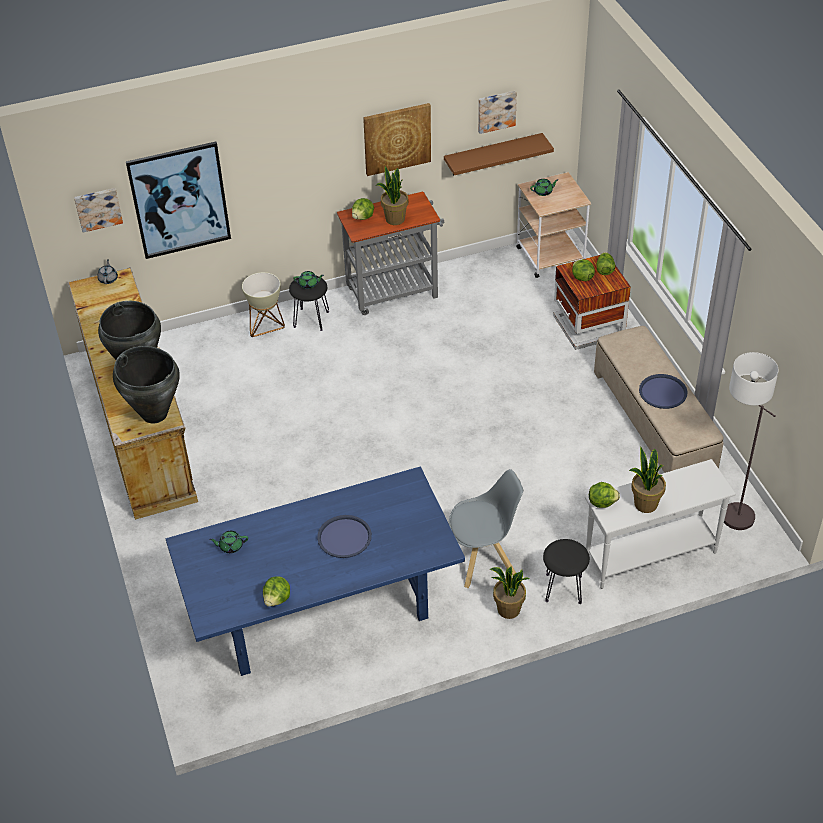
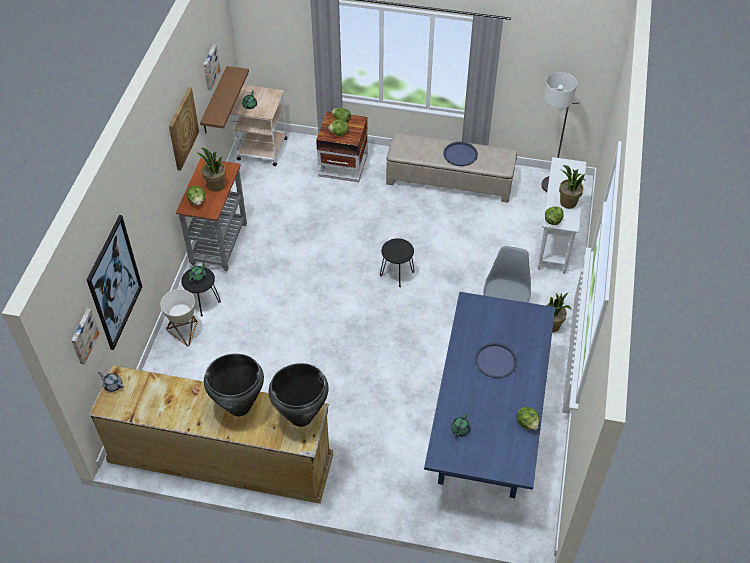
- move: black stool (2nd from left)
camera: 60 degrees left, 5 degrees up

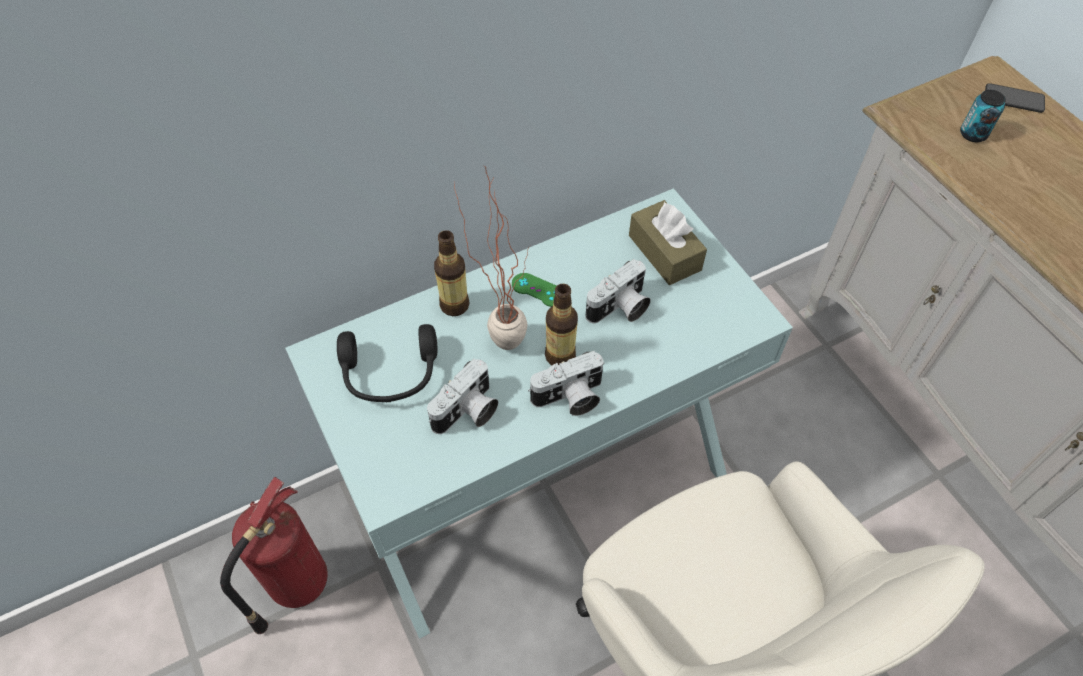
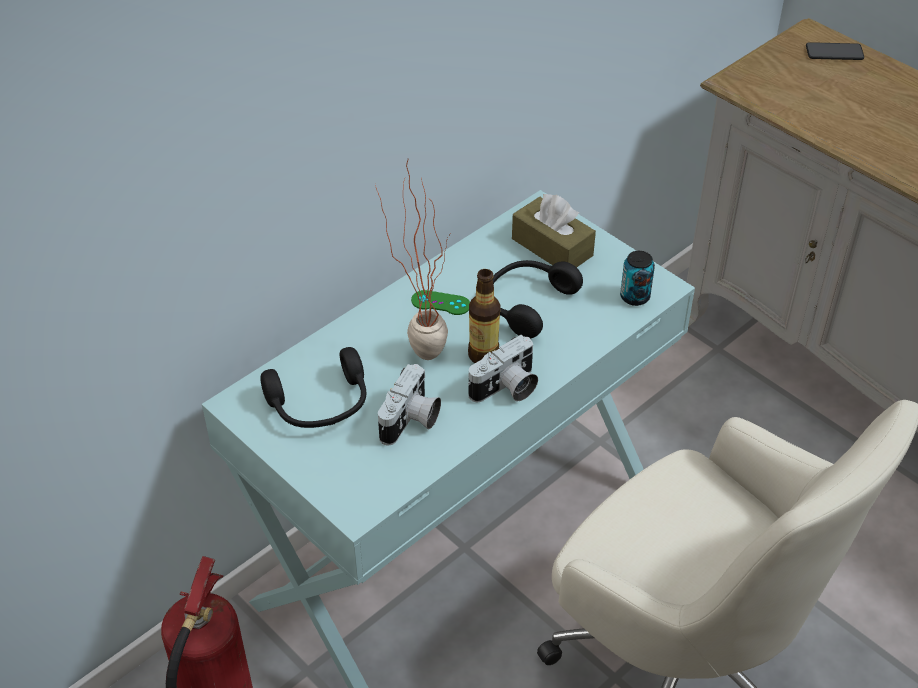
- move: can
- delete: bottle (1st from left)
- replace: photo camera (3rd from left) to black headphones (2nd from left)
camera: 15 degrees left, 10 degrees down

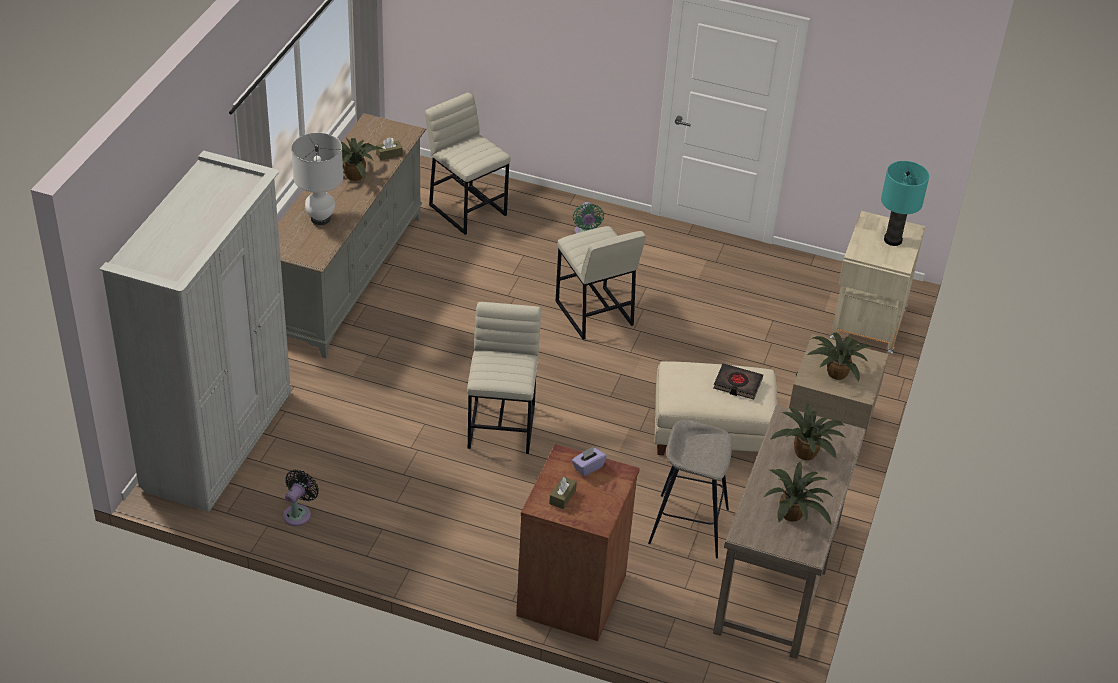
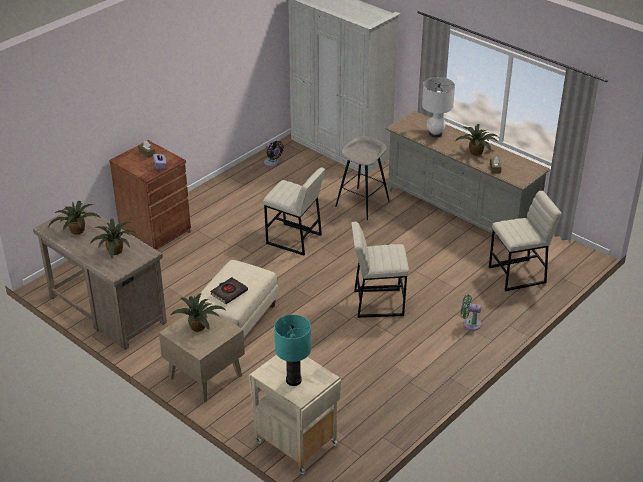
- move: grey stool
camera: 115 degrees right, 5 degrees down

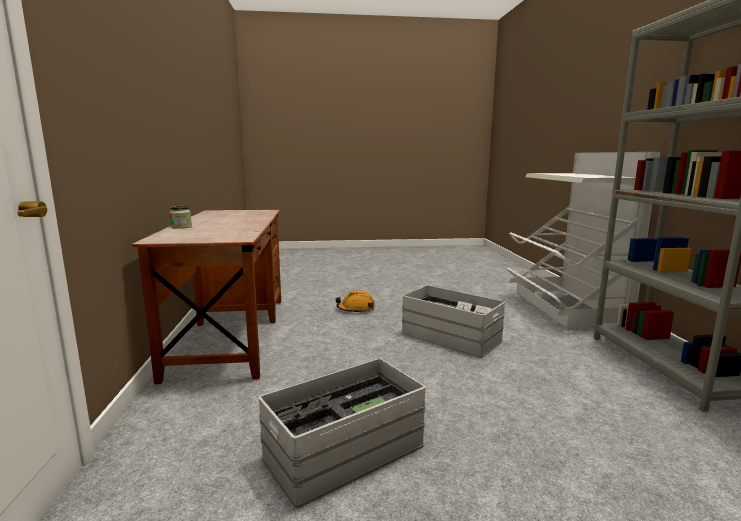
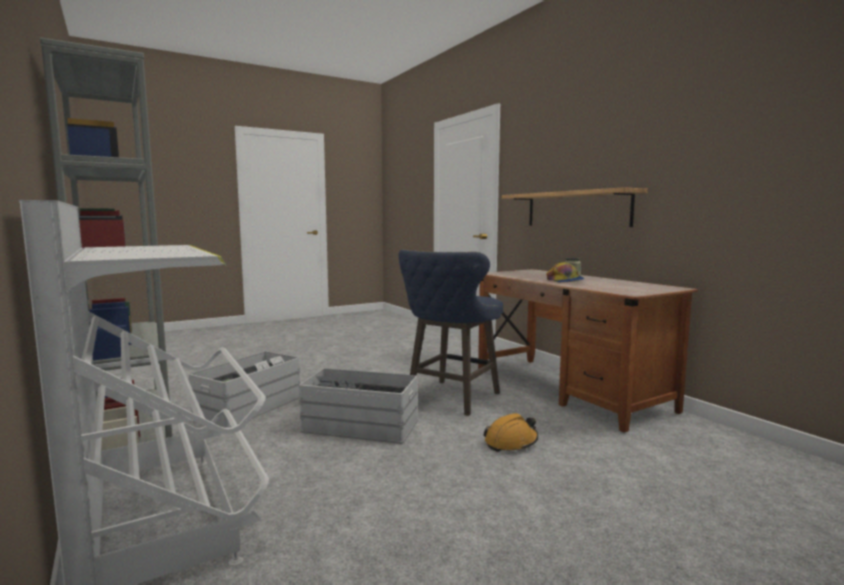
- move: grey storage box (1st from left)
- insert: shelf
- insert: blue stool
- insert: cap
camera: 155 degrees right, 5 degrees down

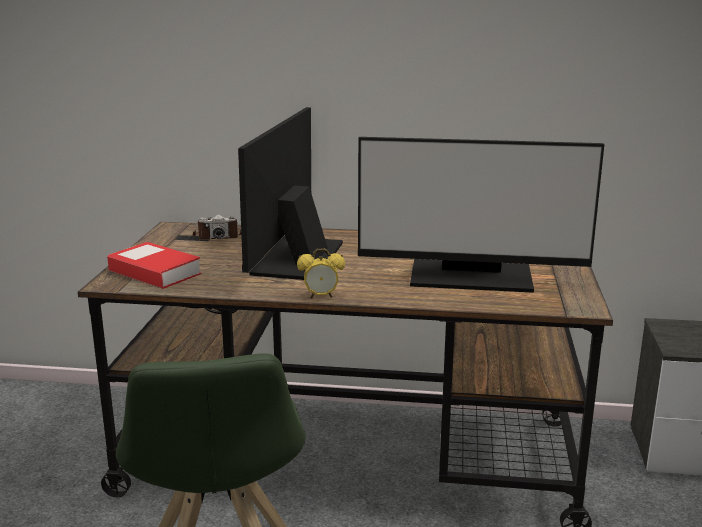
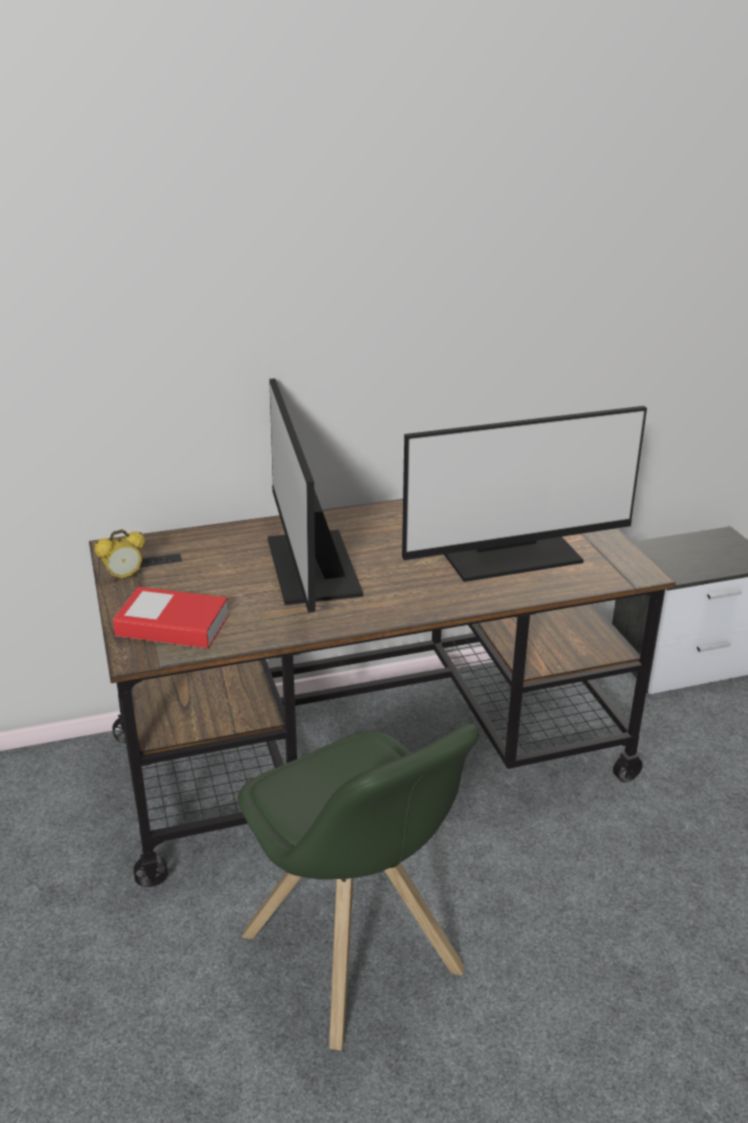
- delete: photo camera
- move: alarm clock
camera: 25 degrees left, 10 degrees up

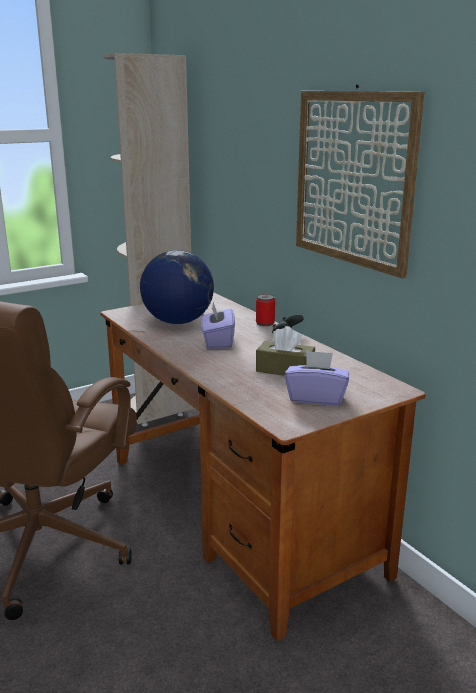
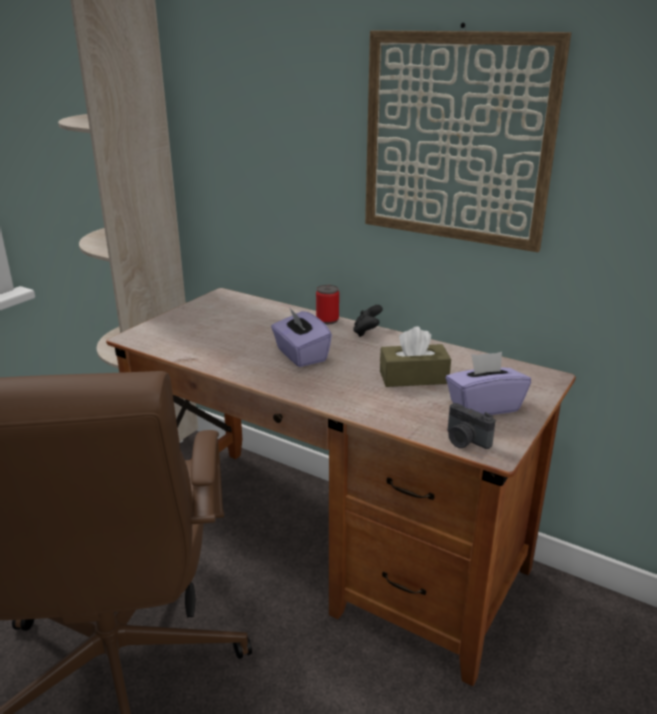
- delete: globe
- insert: photo camera
camera: 25 degrees left, 5 degrees up

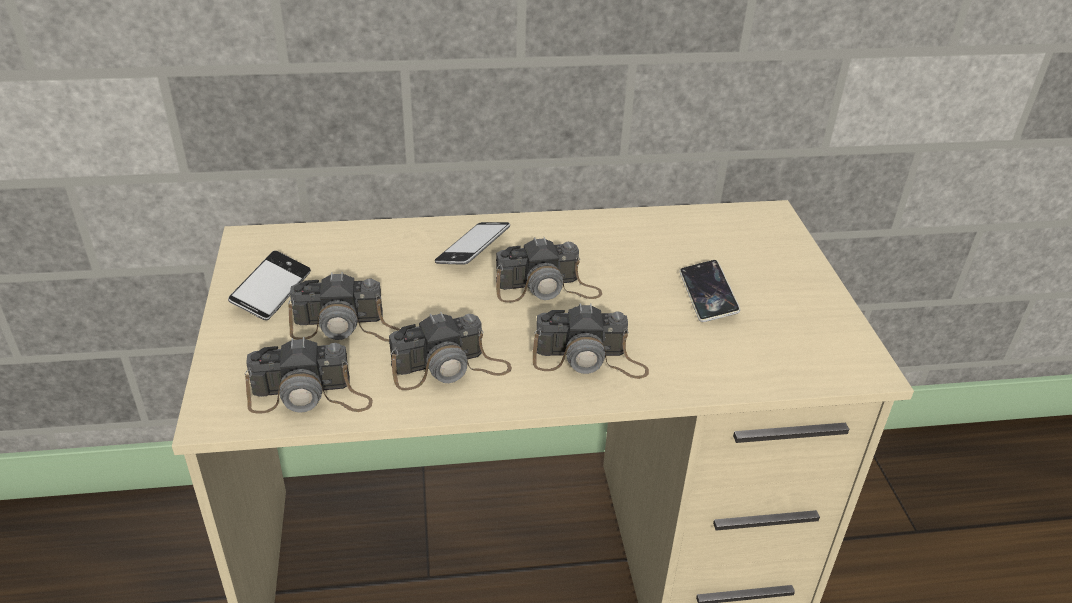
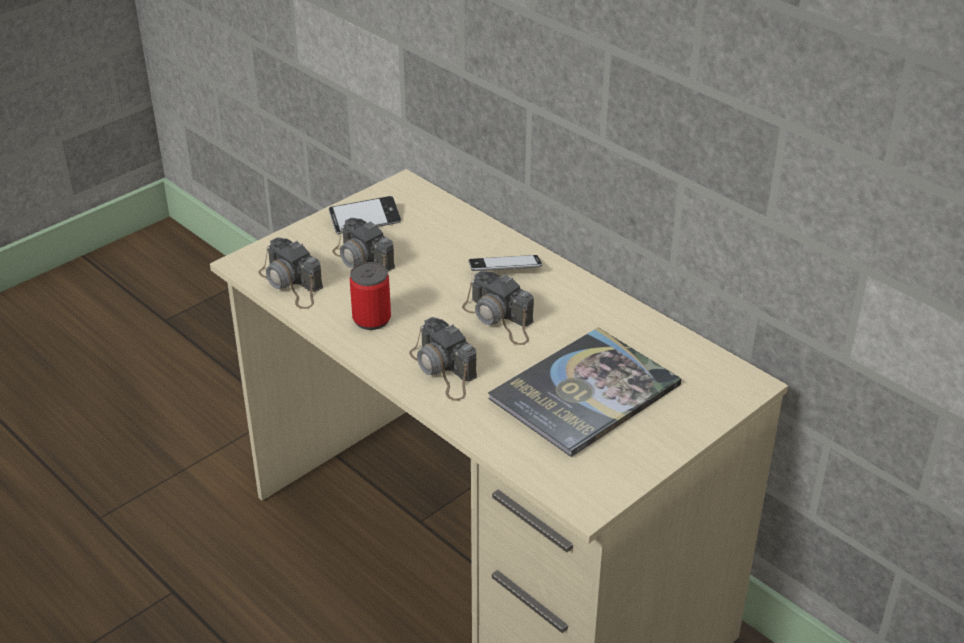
- replace: phone (3rd from left) to book
- replace: photo camera (3rd from left) to can
camera: 55 degrees right, 0 degrees up

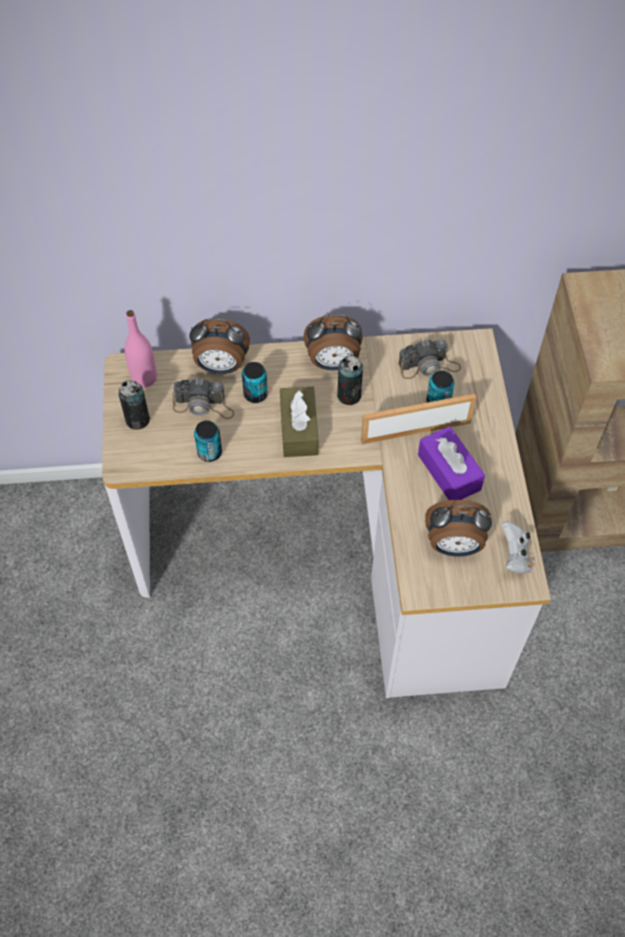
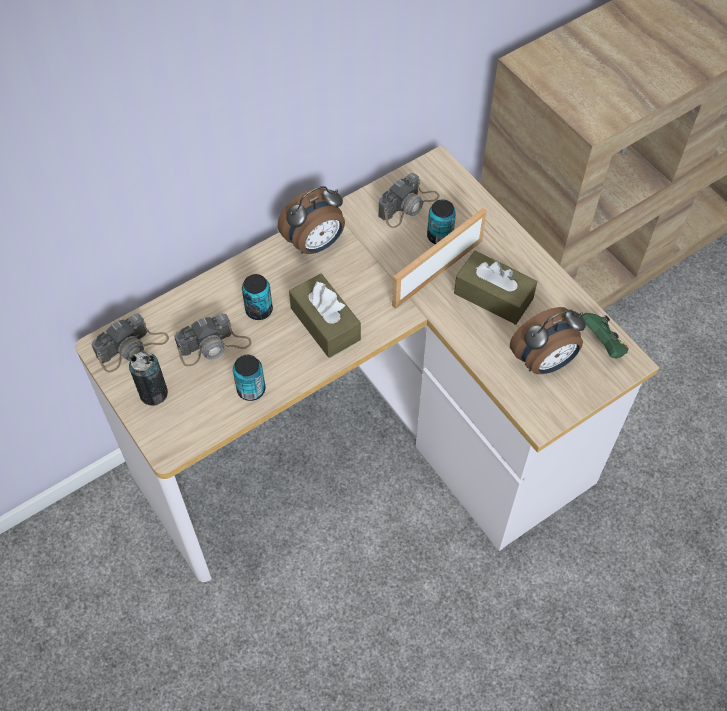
- replace: pink bottle to photo camera (1st from left)
- delete: alarm clock (1st from left)
- delete: can (4th from left)
- recolor: purple tissue box to brown tissue box (2nd from left)
- recolor: white game controller to green game controller
camera: 30 degrees left, 0 degrees up

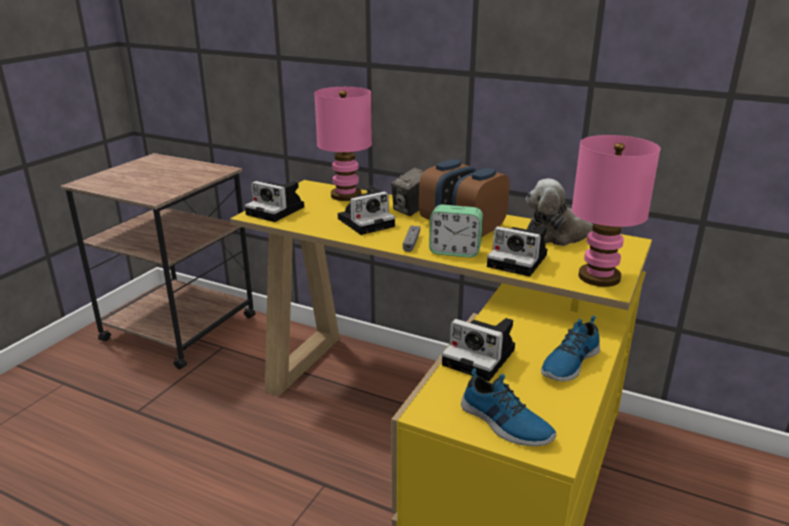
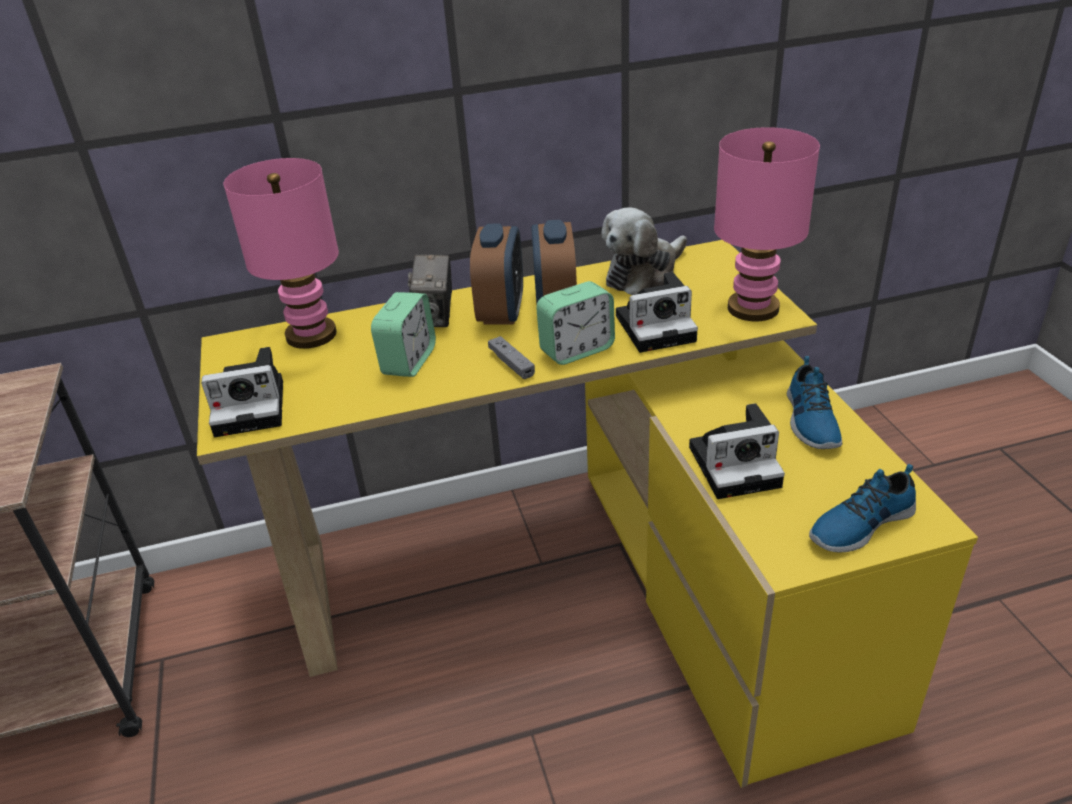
- replace: photo camera (2nd from left) to alarm clock (1st from left)
- rotate: shoe (1st from left in the first image) 150 degrees clockwise
camera: 40 degrees left, 10 degrees up

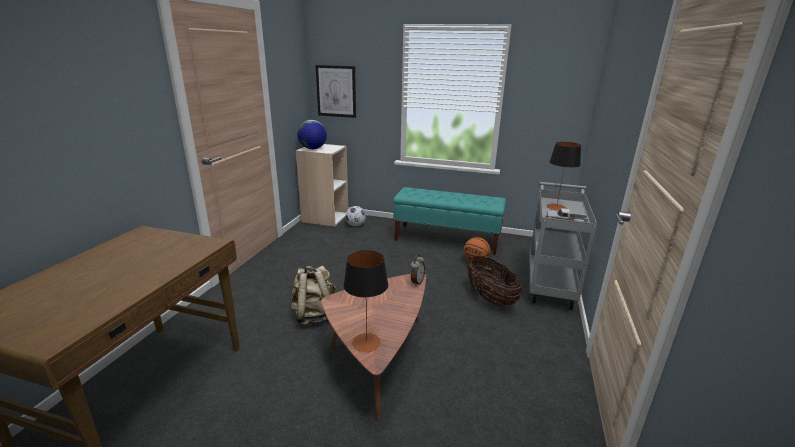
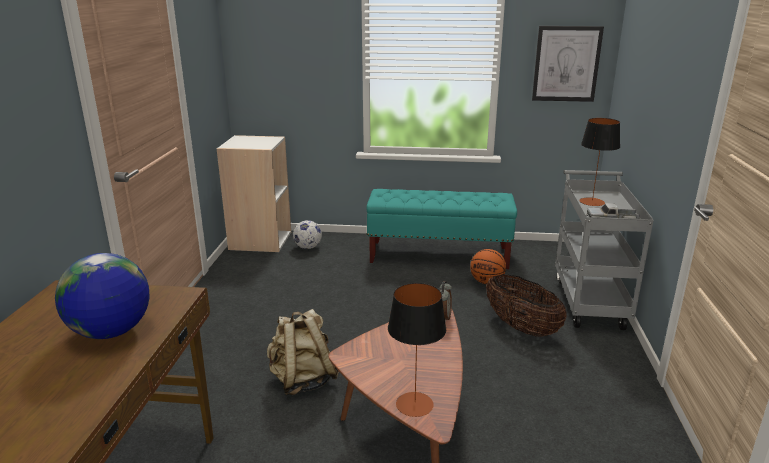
- move: picture
- move: globe
camera: 10 degrees left, 0 degrees up

